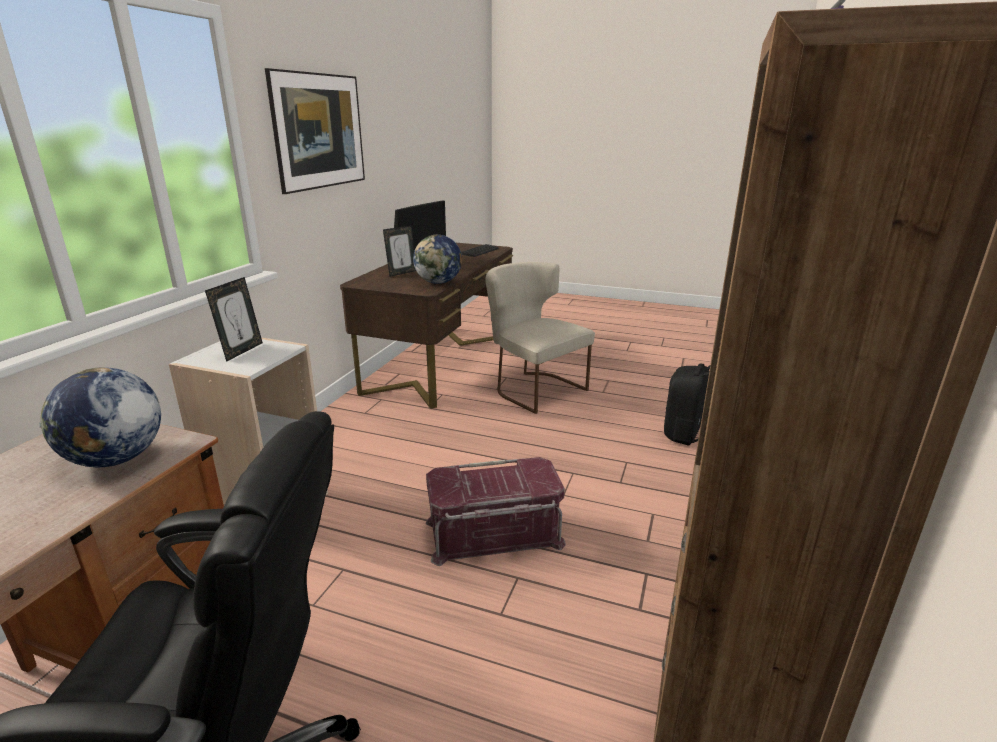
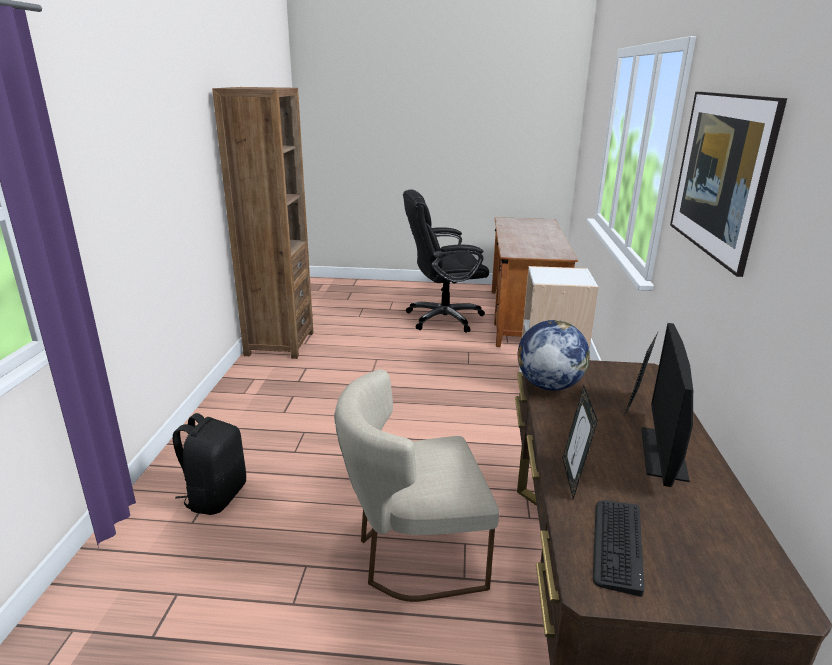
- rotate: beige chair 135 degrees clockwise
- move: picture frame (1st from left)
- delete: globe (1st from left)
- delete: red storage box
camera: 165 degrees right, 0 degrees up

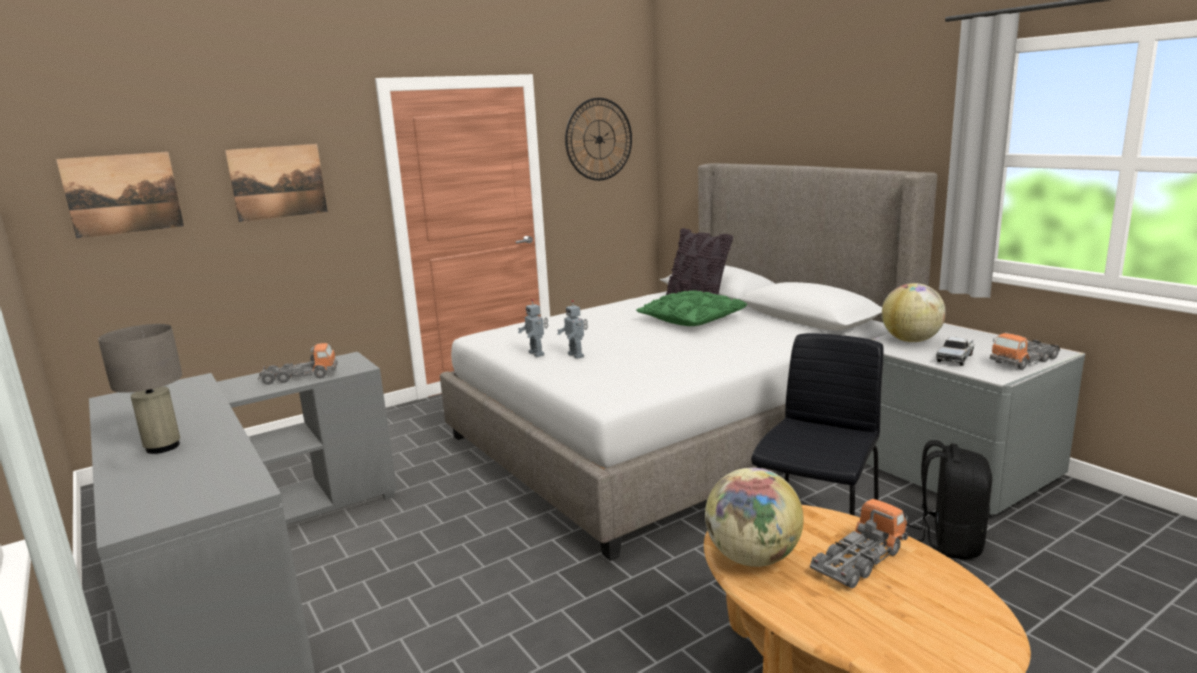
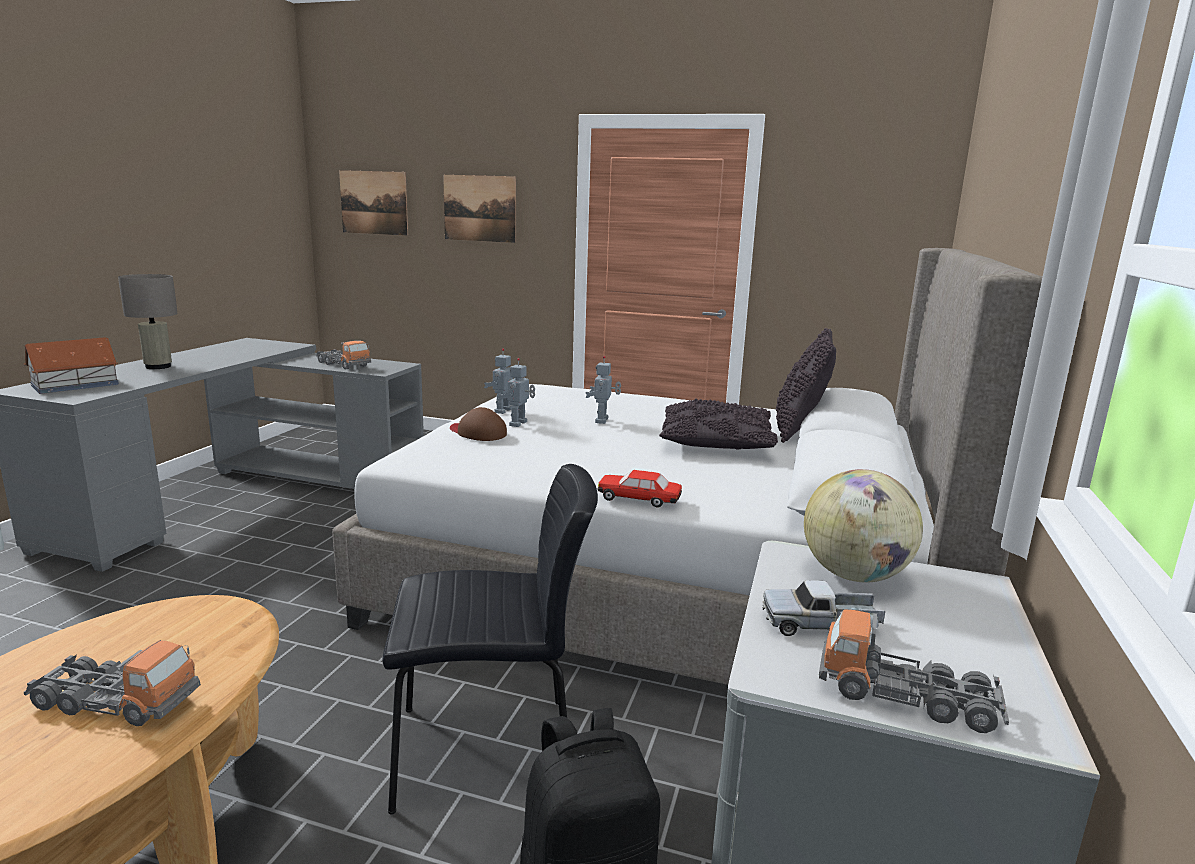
- delete: wall clock
- recolor: green pillow to black pillow (1st from left)
- delete: globe (1st from left)
- insert: toy house
- insert: toy robot (3rd from left)
- insert: brown cap
- insert: toy car
camera: 50 degrees right, 0 degrees up

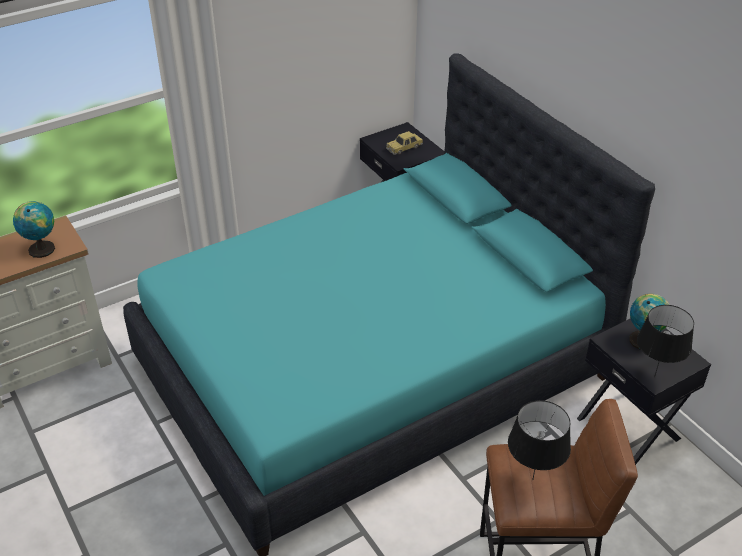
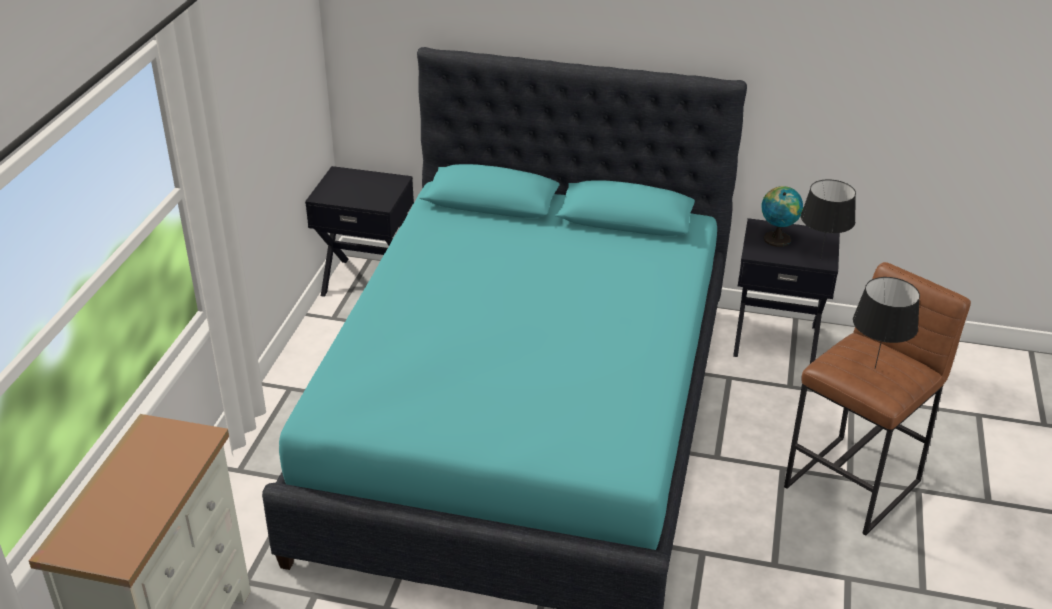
- delete: toy car
- delete: globe (1st from left)
camera: 45 degrees left, 5 degrees down

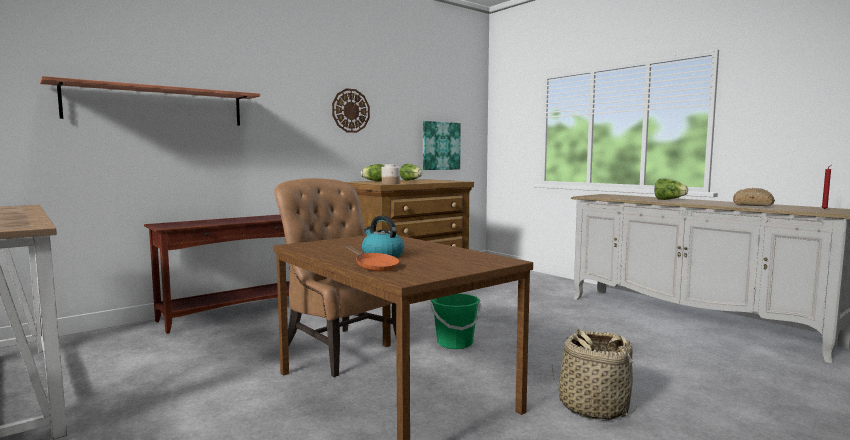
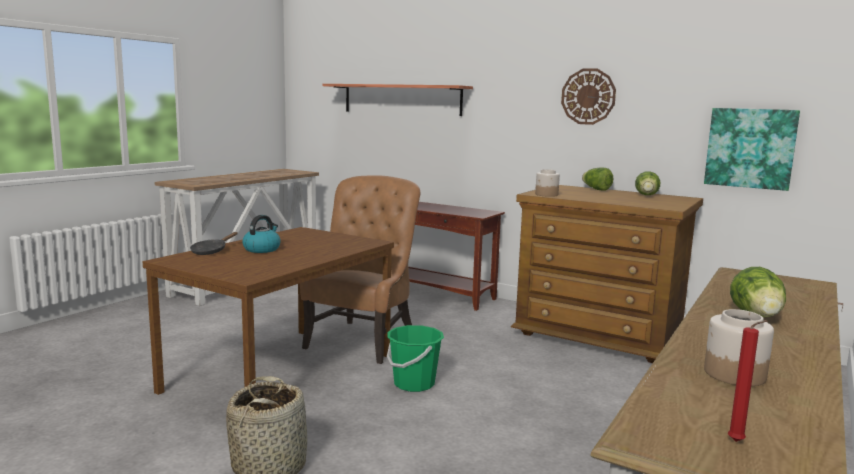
- replace: bread to jar (2nd from left)
- recolor: orange frying pan to black frying pan
camera: 70 degrees right, 5 degrees up

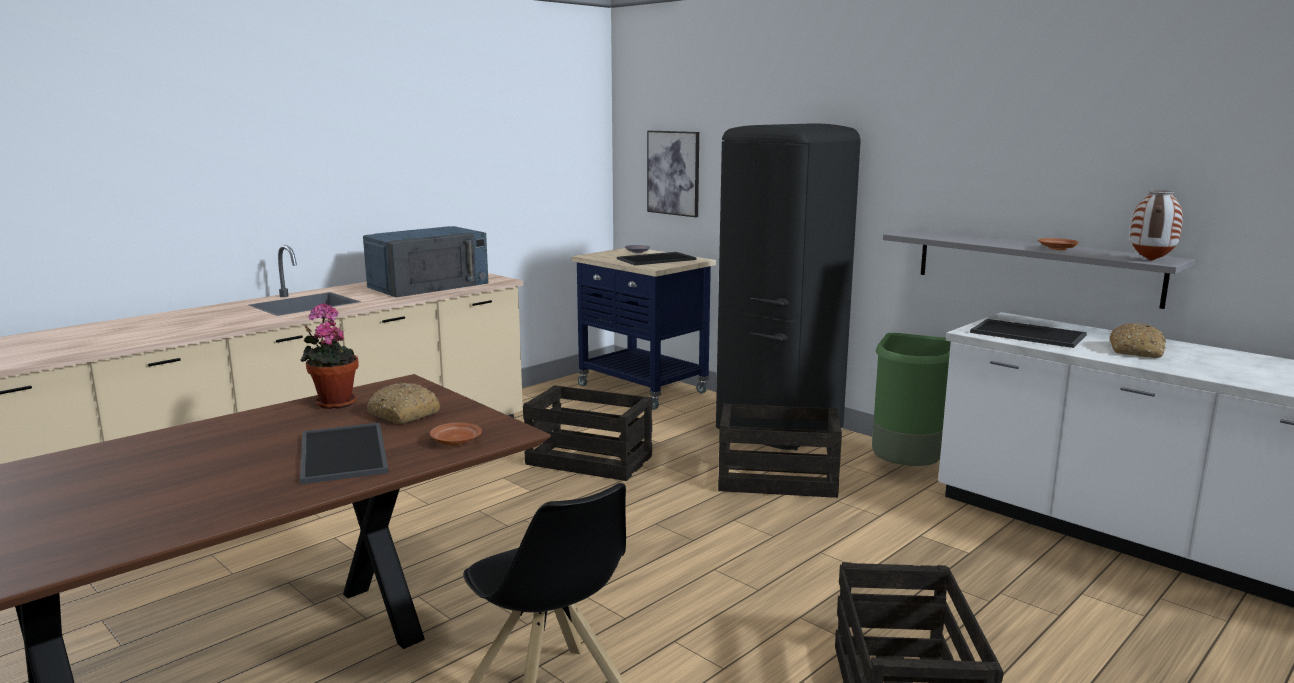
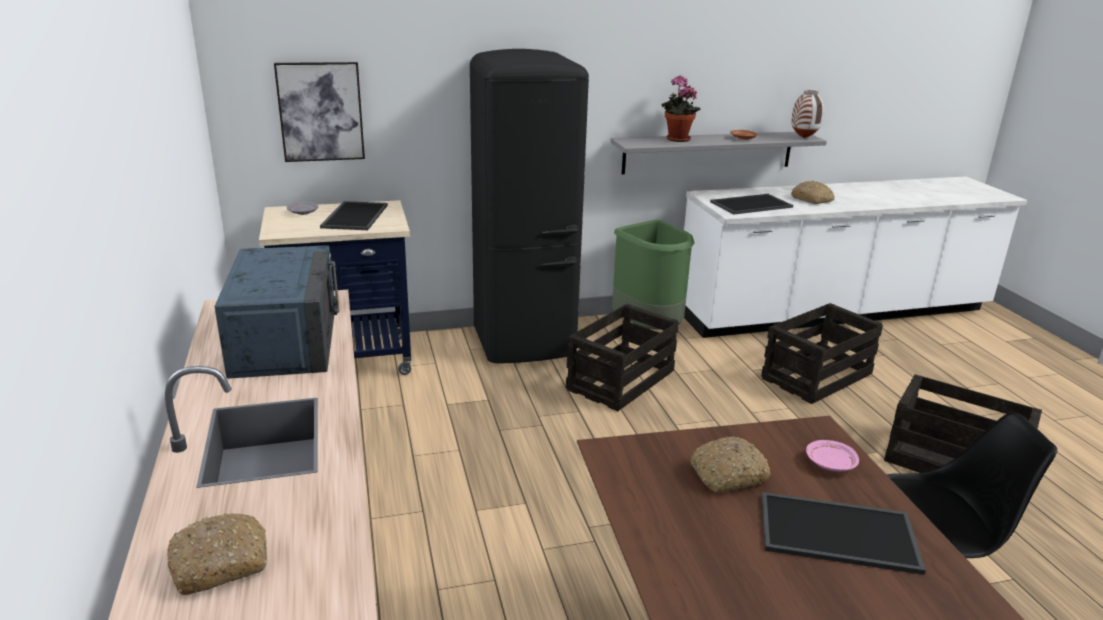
- move: potted plant
- move: crate (1st from left in the first image) to crate (2nd from left)
- recolor: brown plate (1st from left) to pink plate
- insert: bread (1st from left)
camera: 60 degrees left, 10 degrees up

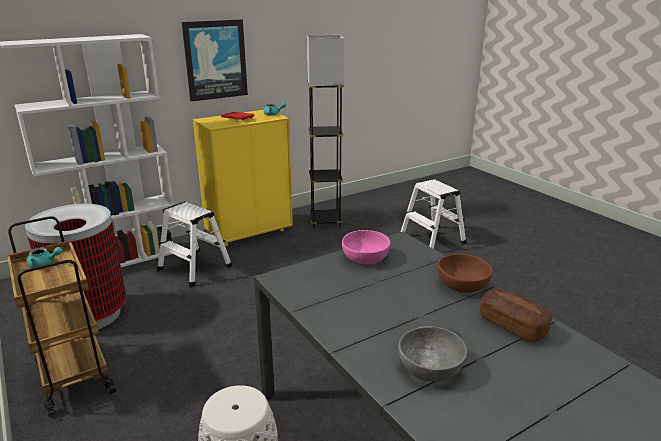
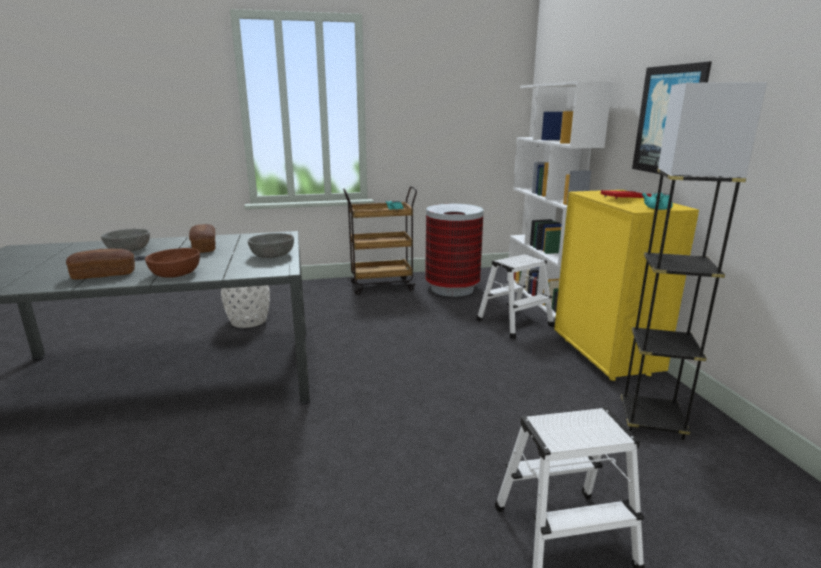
- recolor: pink bowl to grey bowl (2nd from left)
- insert: bread (2nd from left)
camera: 110 degrees right, 5 degrees down

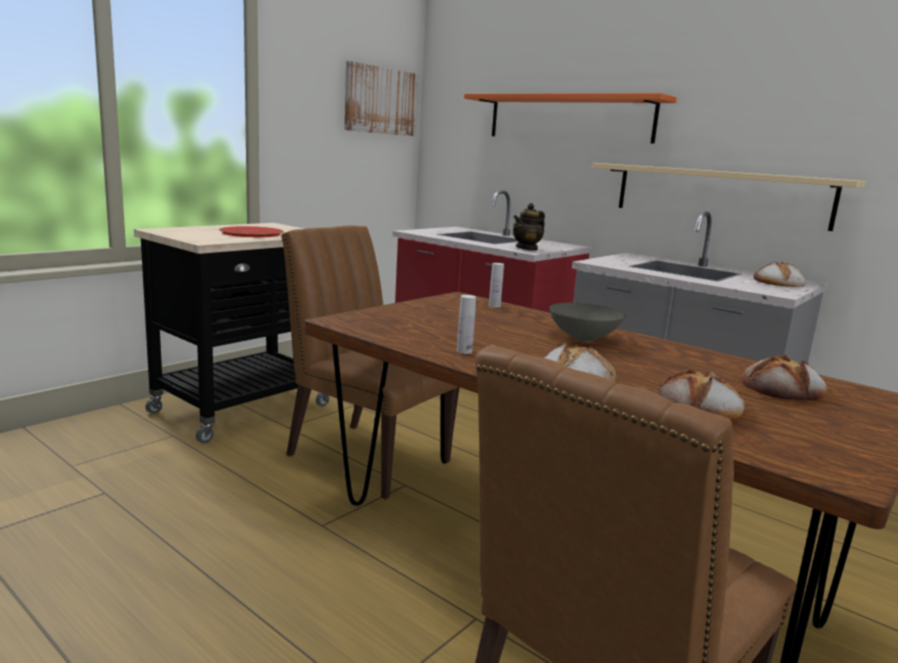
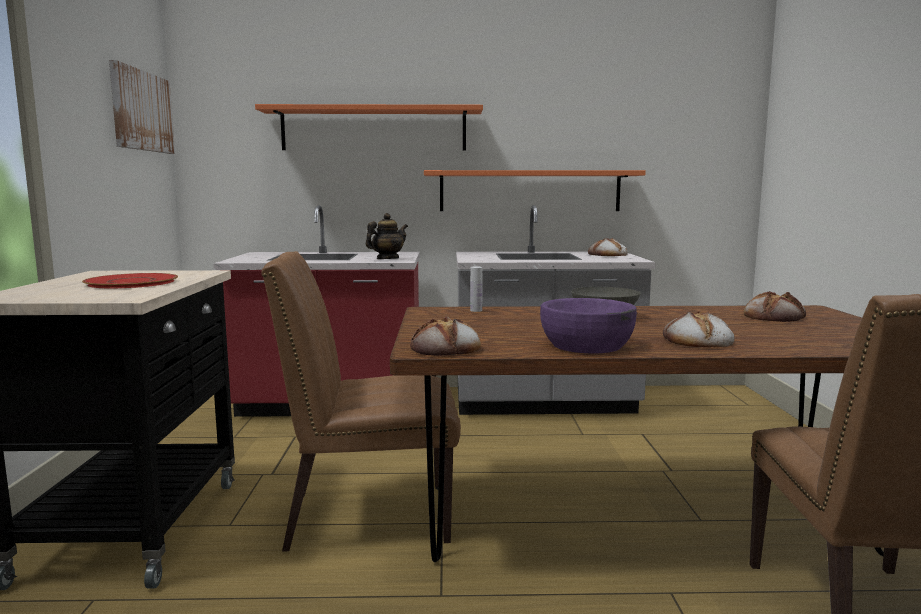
- recolor: beige shelf to orange shelf (2nd from left)
- rotate: teapot 135 degrees counterclockwise
- replace: white bottle (1st from left) to purple bowl
- move: bread (2nd from left in the first image) to bread (1st from left)
camera: 40 degrees left, 5 degrees down

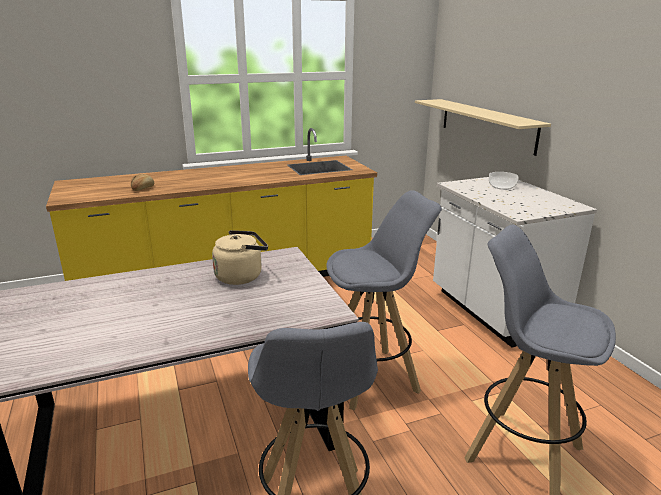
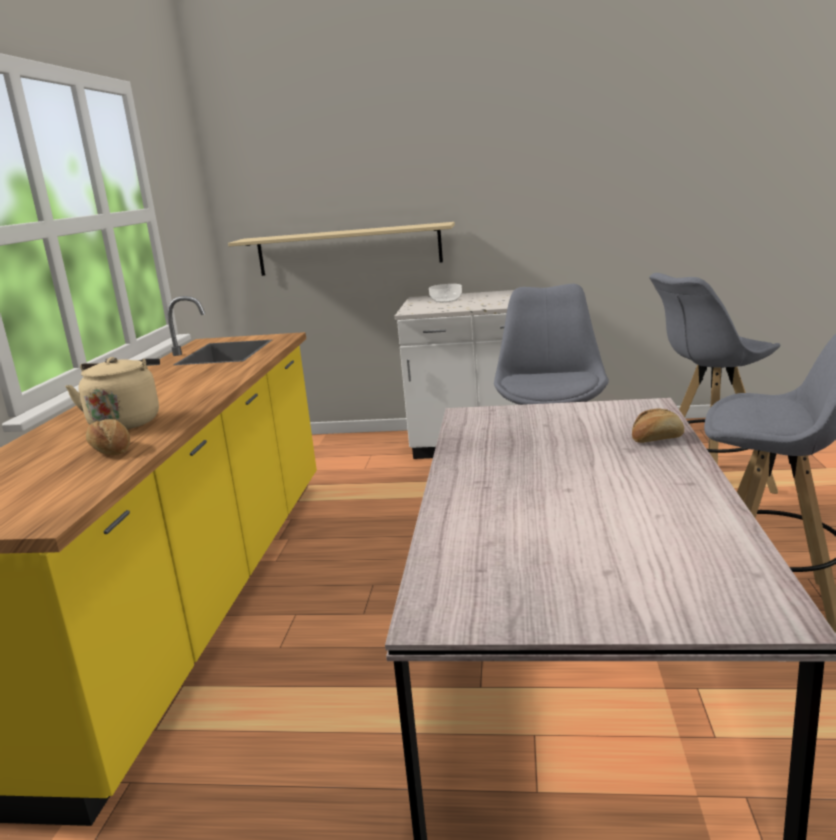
- move: beige kettle
- insert: bread (2nd from left)
camera: 60 degrees left, 5 degrees down

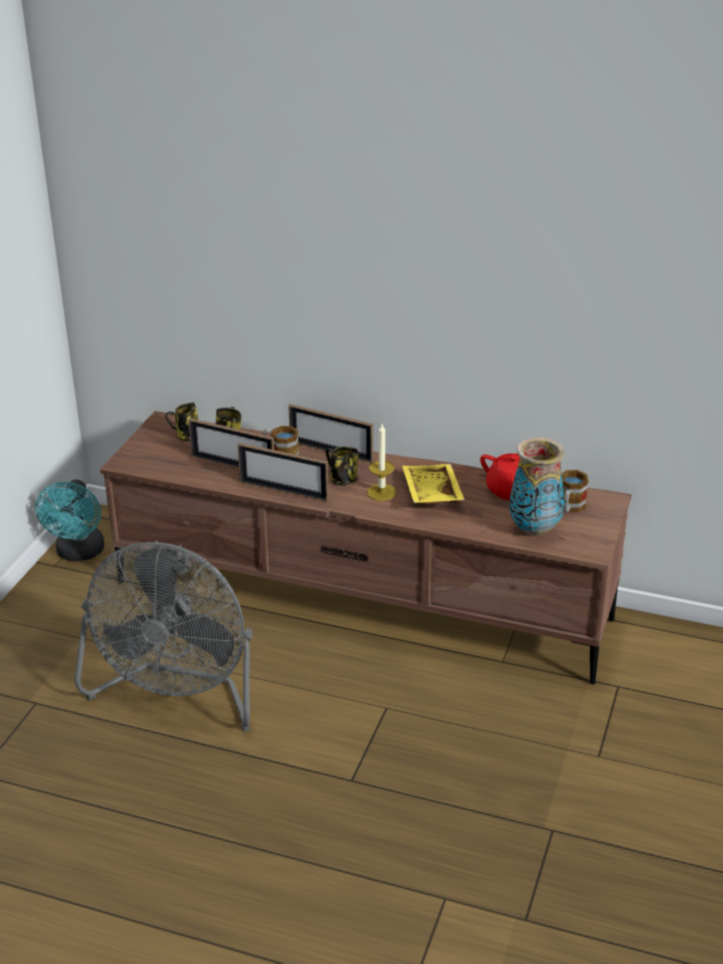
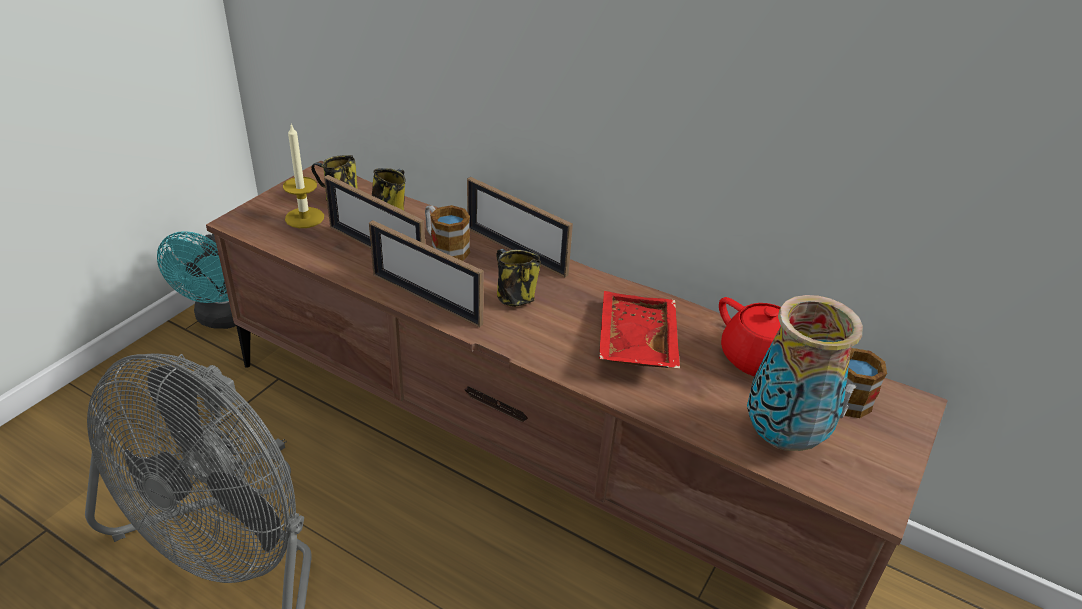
- move: candle
- recolor: yellow tray to red tray
camera: 10 degrees right, 5 degrees up

